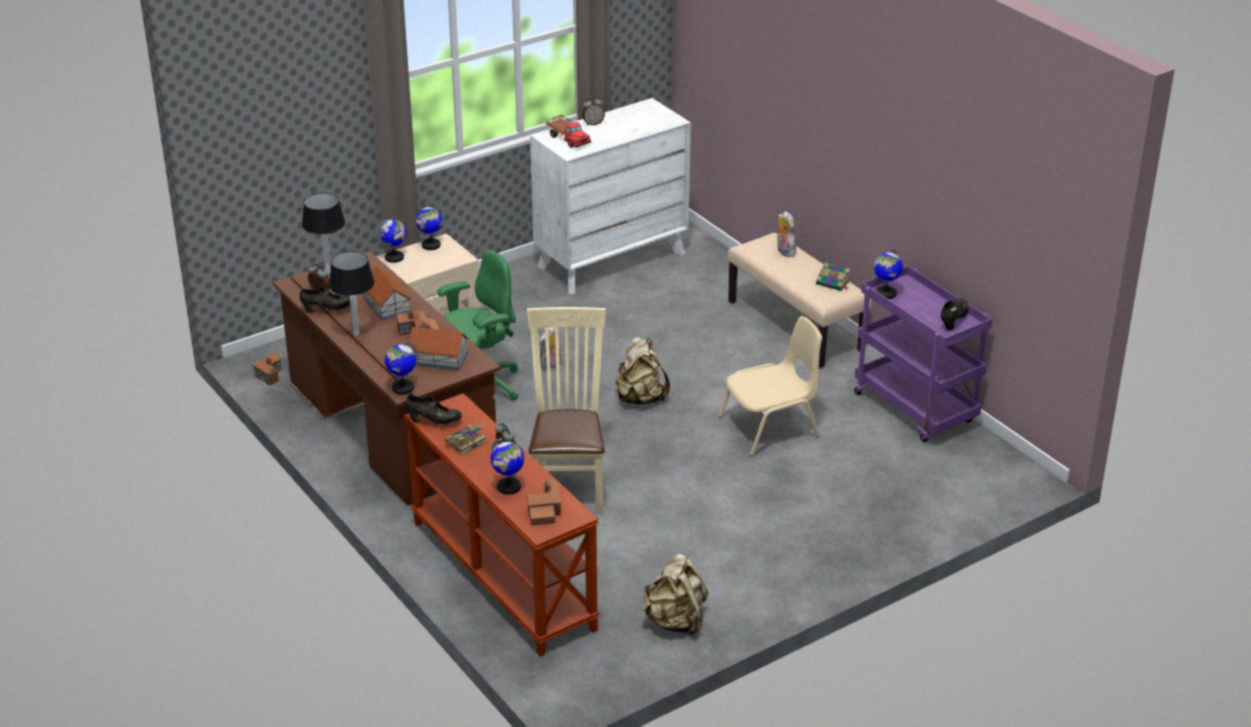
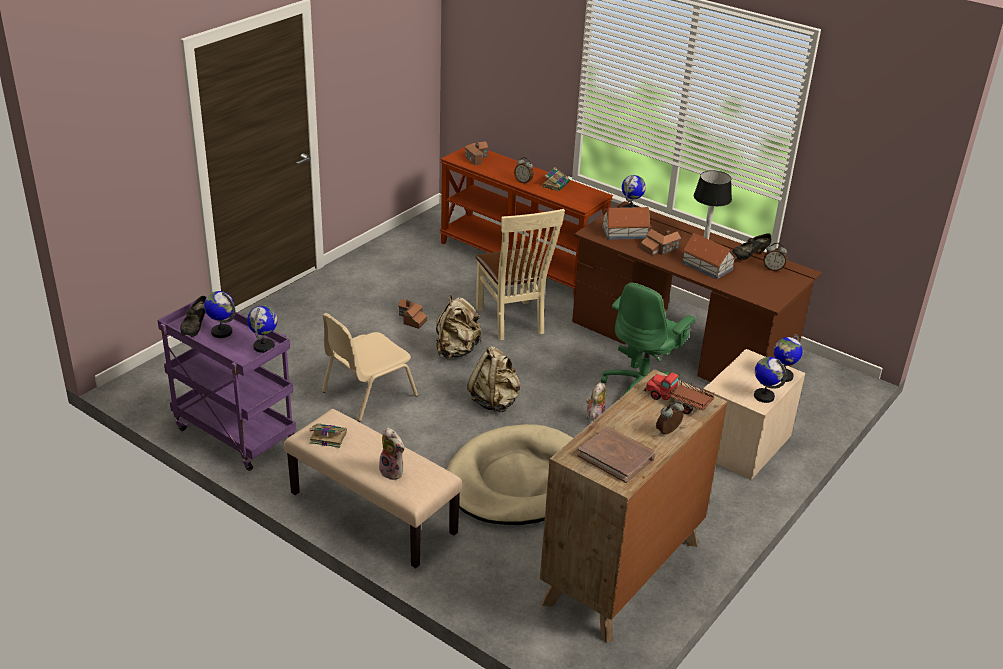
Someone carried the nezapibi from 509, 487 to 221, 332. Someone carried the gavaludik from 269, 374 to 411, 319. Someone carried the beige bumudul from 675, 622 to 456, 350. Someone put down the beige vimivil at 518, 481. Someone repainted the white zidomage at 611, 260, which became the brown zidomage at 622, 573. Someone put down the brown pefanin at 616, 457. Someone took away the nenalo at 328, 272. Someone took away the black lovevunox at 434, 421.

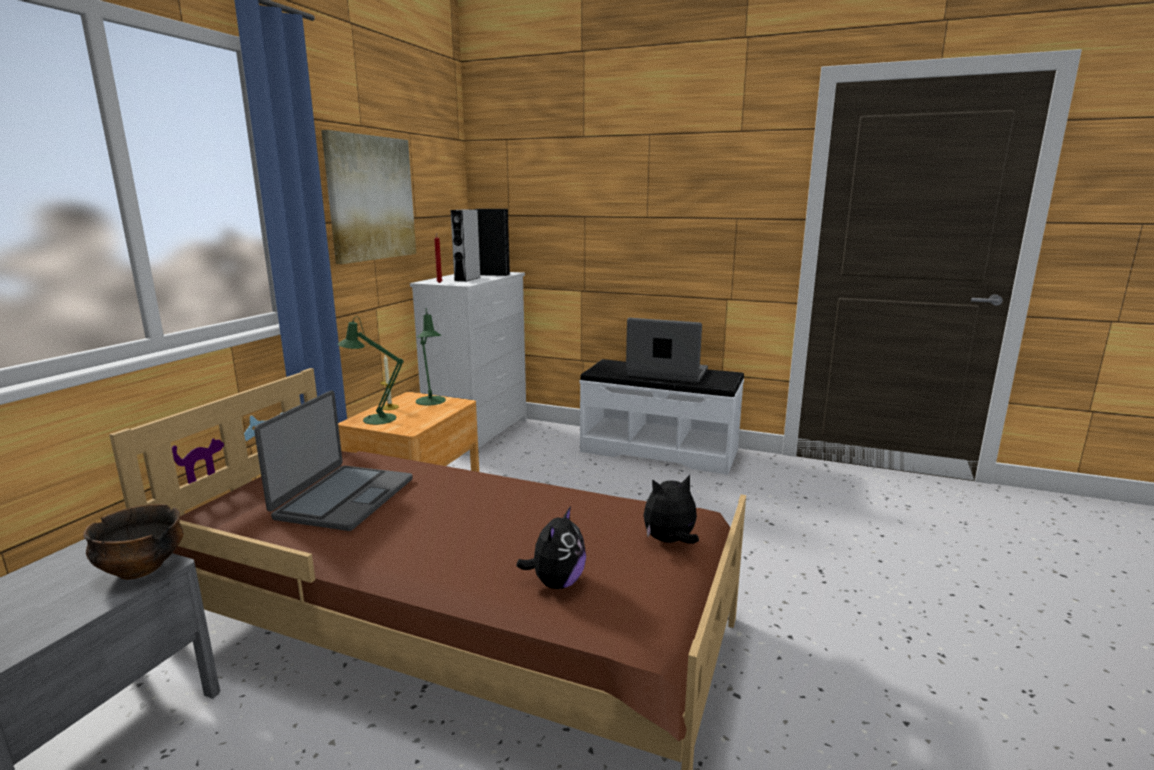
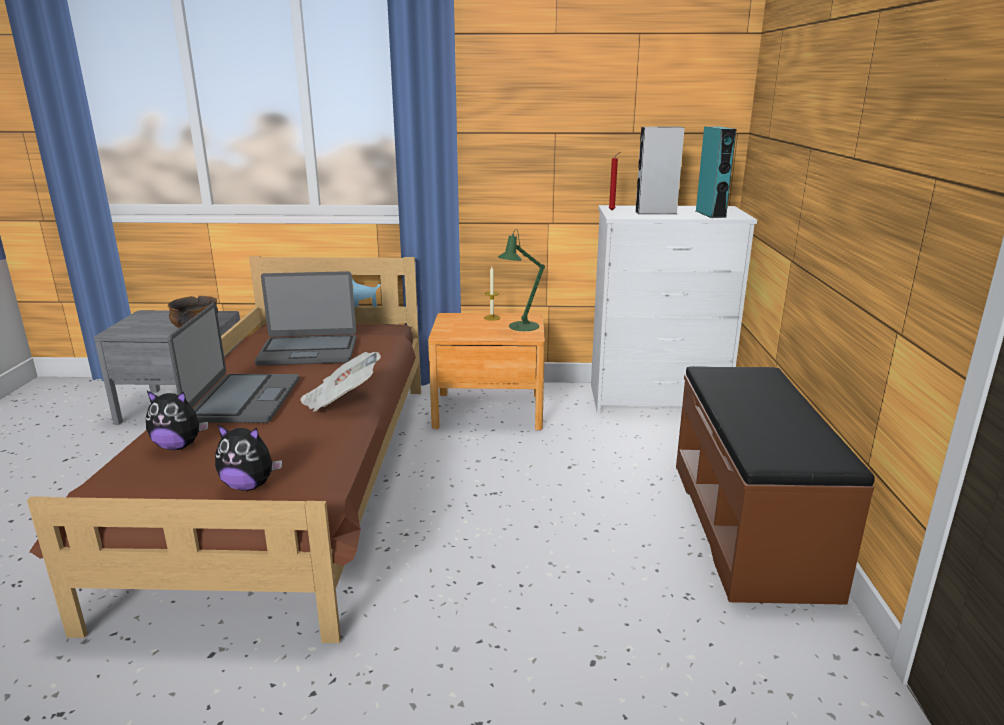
Someone carried the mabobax from 667, 373 to 243, 400. Someone rotated the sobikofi at 670, 541 by 135 degrees clockwise. Someone put down the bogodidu at 341, 401. Someone repainted the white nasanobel at 659, 450, which became the brown nasanobel at 750, 525. Someone repainted the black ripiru at 493, 274, which became the turquoise ripiru at 710, 214. Someone took away the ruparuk at 370, 198. Someone took away the green nenalo at 374, 419.

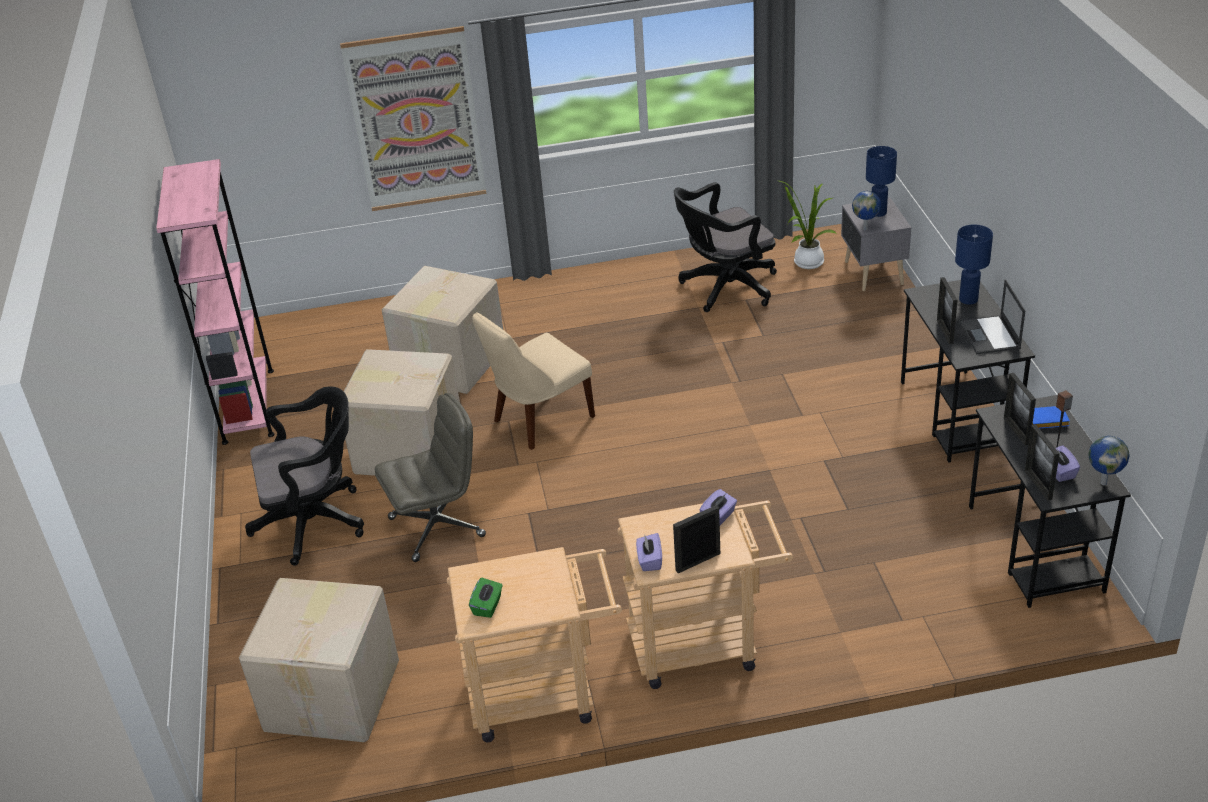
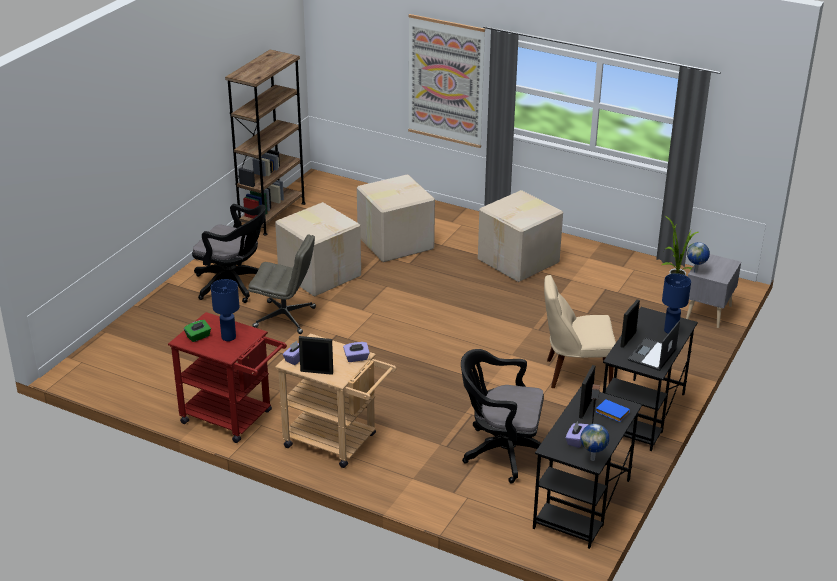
Someone repainted the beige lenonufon at 543, 694, which became the red lenonufon at 233, 419. Someone carried the blue nenalo from 878, 213 to 228, 337. Someone repainted the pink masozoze at 248, 406, which became the brown masozoze at 272, 215. Someone carried the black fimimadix from 724, 288 to 501, 452. Someone carried the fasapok from 334, 694 to 519, 261. Someone carried the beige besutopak from 539, 420 to 575, 373. Someone took away the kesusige at 1038, 485.

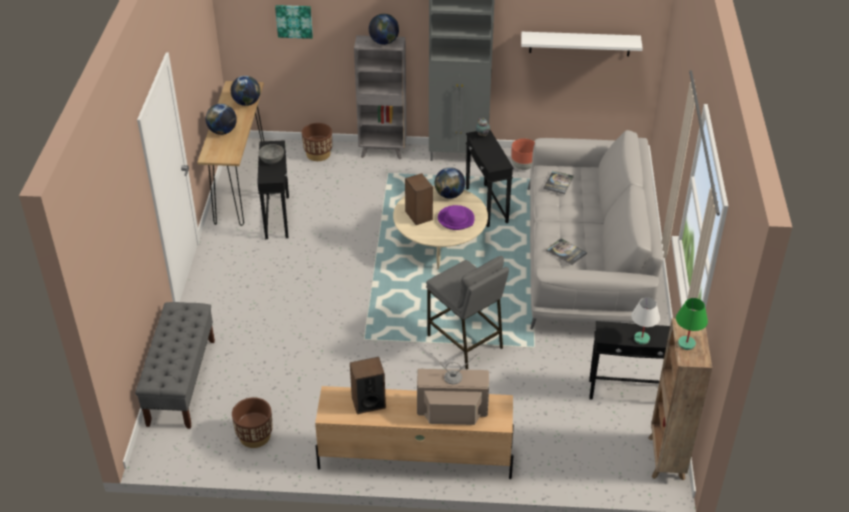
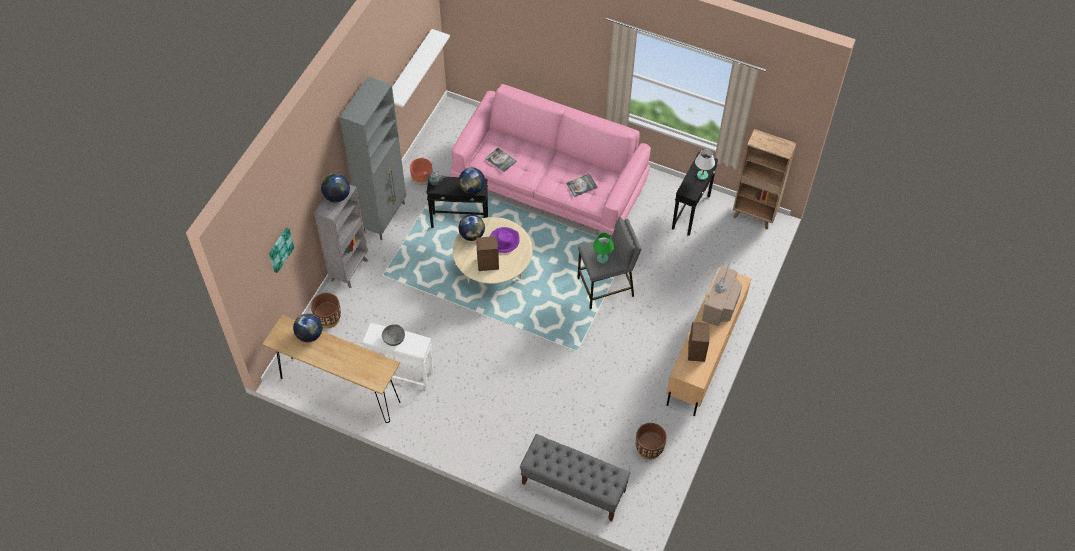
Someone repainted the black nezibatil at 277, 217, which became the white nezibatil at 402, 372. Someone repainted the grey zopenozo at 585, 258, which became the pink zopenozo at 550, 183. Someone carried the nezapibi from 222, 131 to 472, 188. Someone carried the green nenalo from 686, 343 to 602, 259.

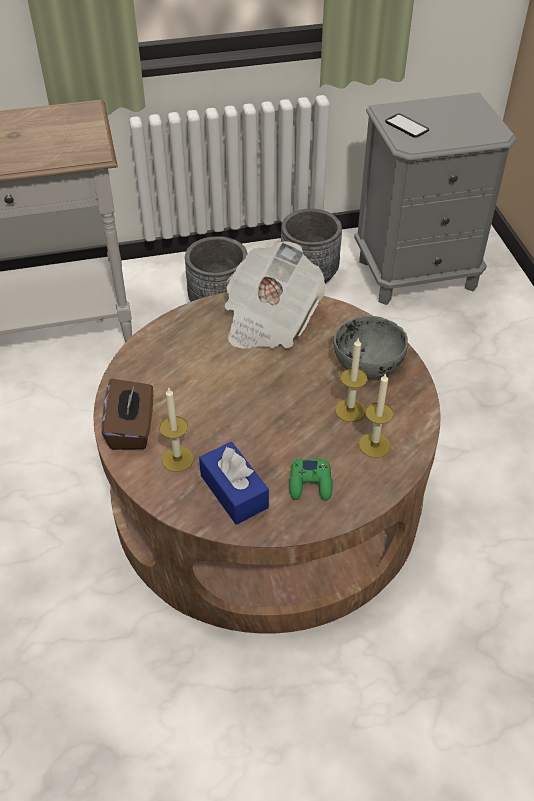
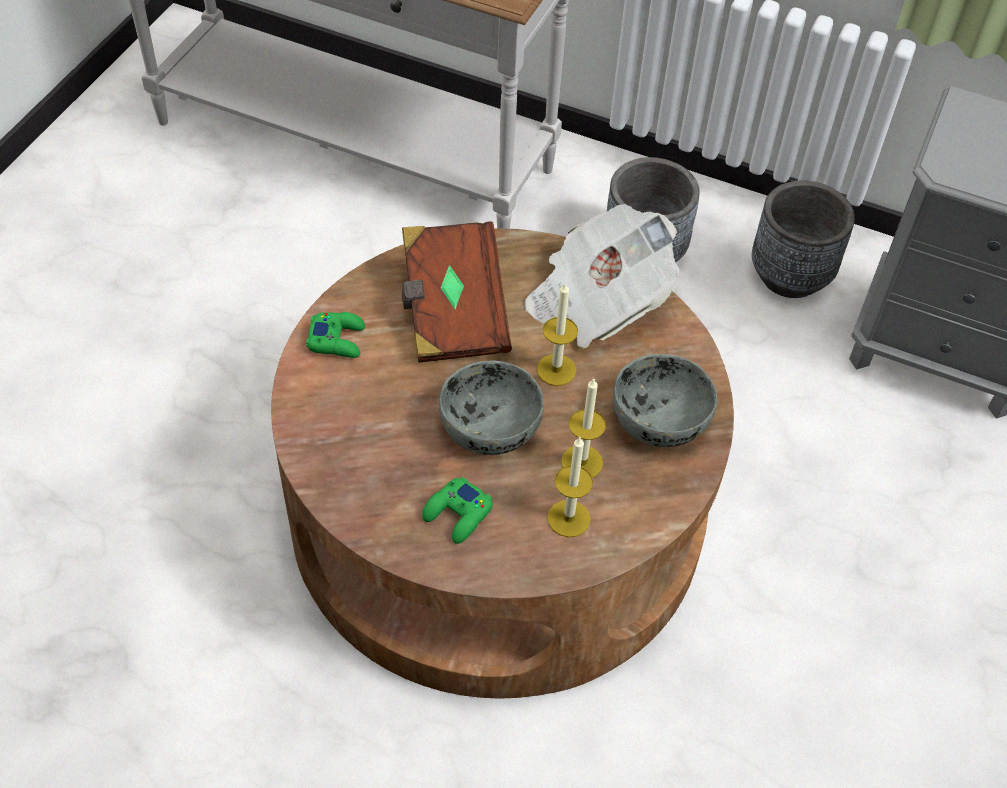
Someone swapped the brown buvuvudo at 132, 429 for the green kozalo at 337, 339. Someone put down the brown pefanin at 452, 311. Someone put down the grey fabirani at 491, 426. Someone carried the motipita from 177, 459 to 556, 370. Someone took away the blue buvuvudo at 234, 491. Someone took away the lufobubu at 406, 126.

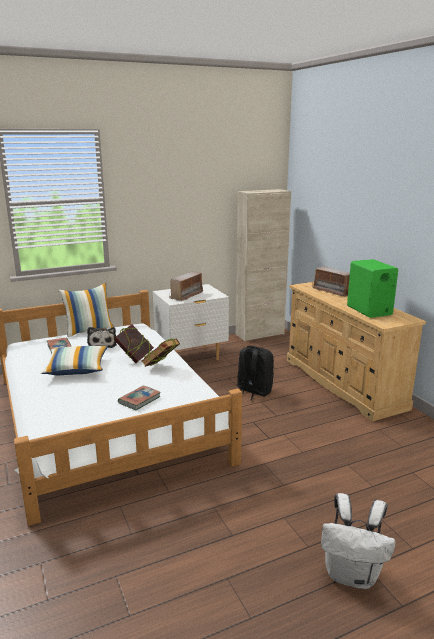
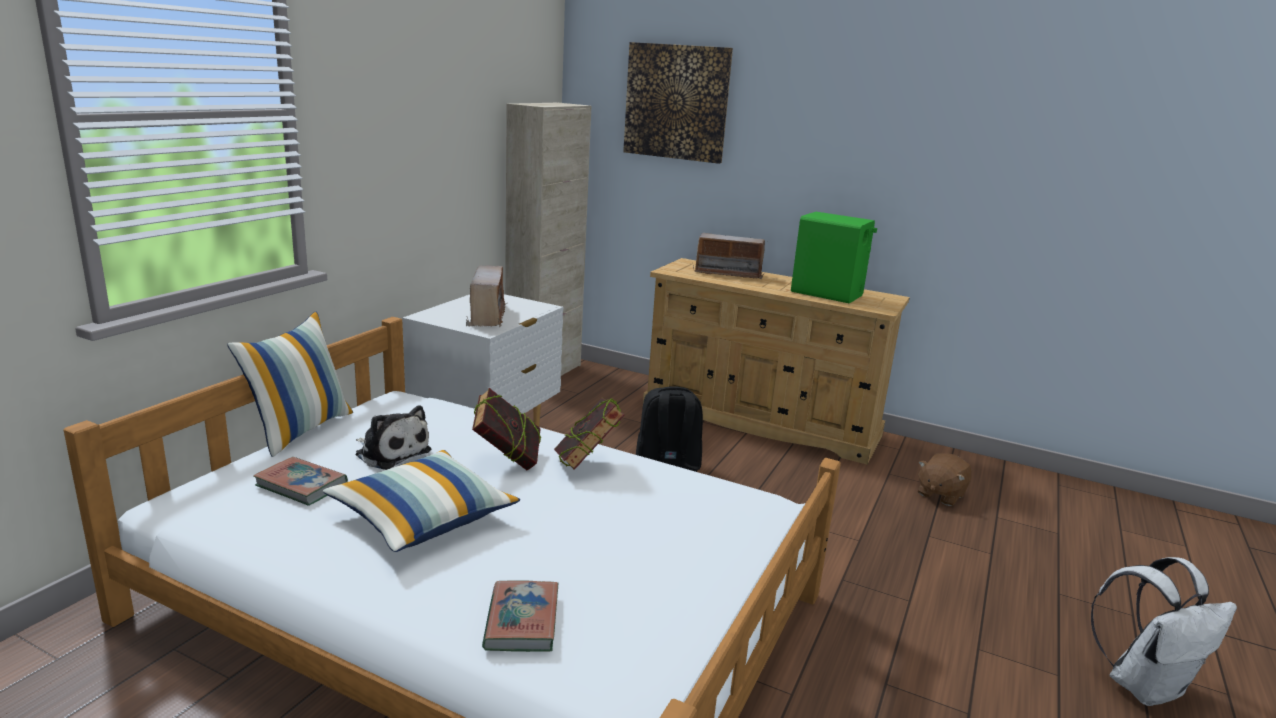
Someone carried the pefanin from 139, 400 to 522, 621. Someone put up the ruparuk at 676, 102. Someone put down the brown sobikofi at 940, 494.

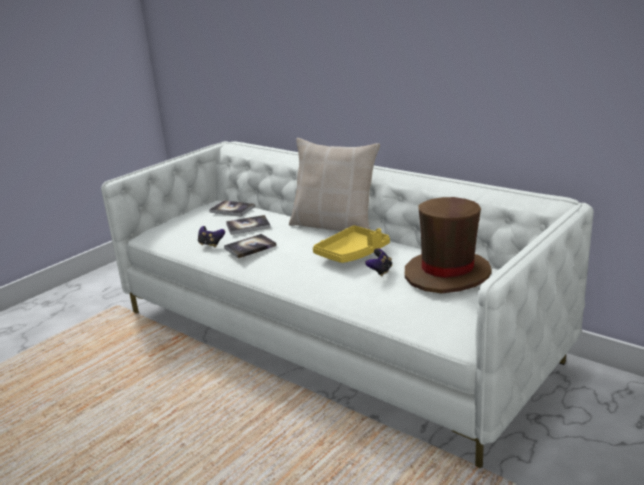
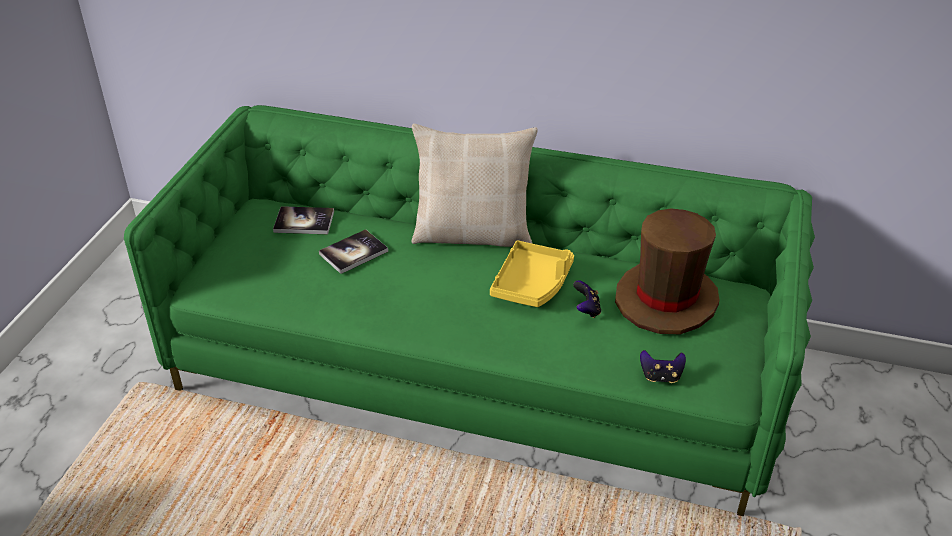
Someone repainted the white zopenozo at 329, 335, which became the green zopenozo at 476, 371. Someone carried the kozalo from 211, 244 to 660, 377. Someone took away the pefanin at 250, 247.

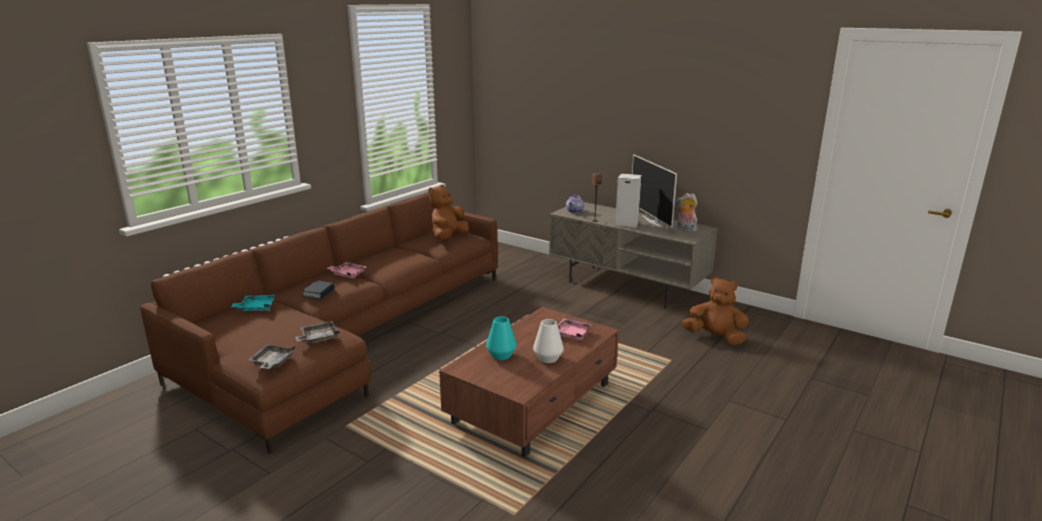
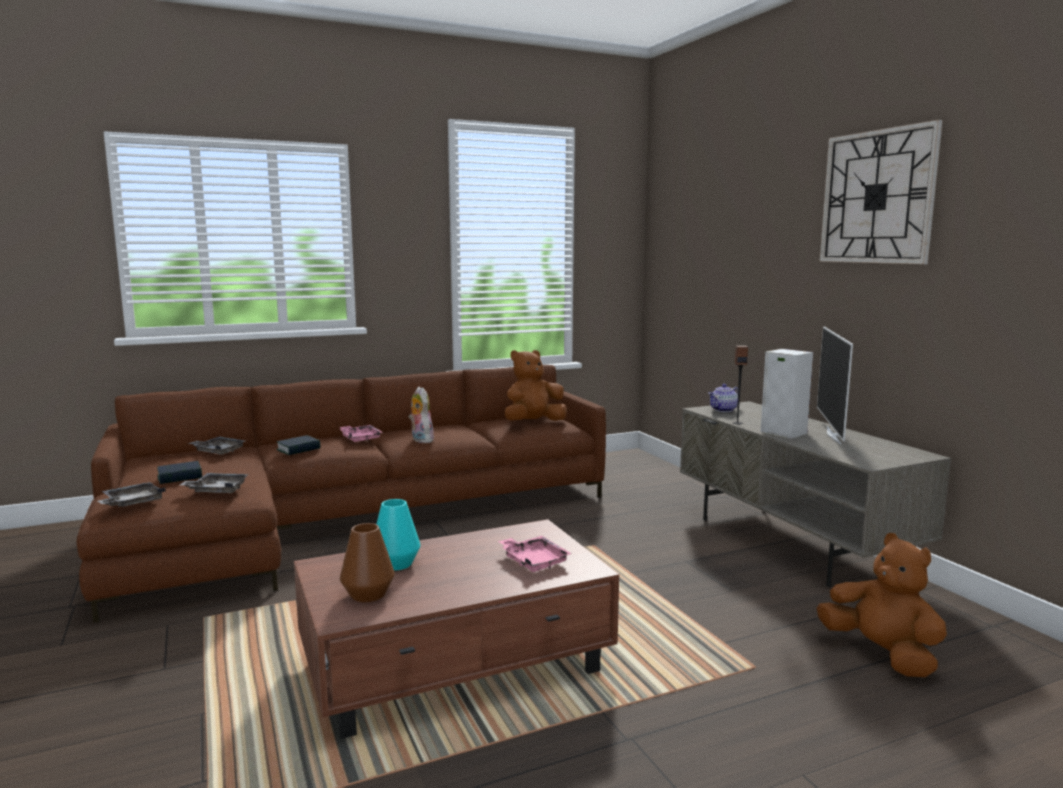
Someone put down the pefanin at 180, 477. Someone repainted the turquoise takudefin at 256, 308, which became the grey takudefin at 218, 451. Someone put down the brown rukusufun at 368, 594. Someone carried the sobikofi from 685, 229 to 420, 440. Someone put up the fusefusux at 877, 197. Someone took away the white rukusufun at 548, 358.

